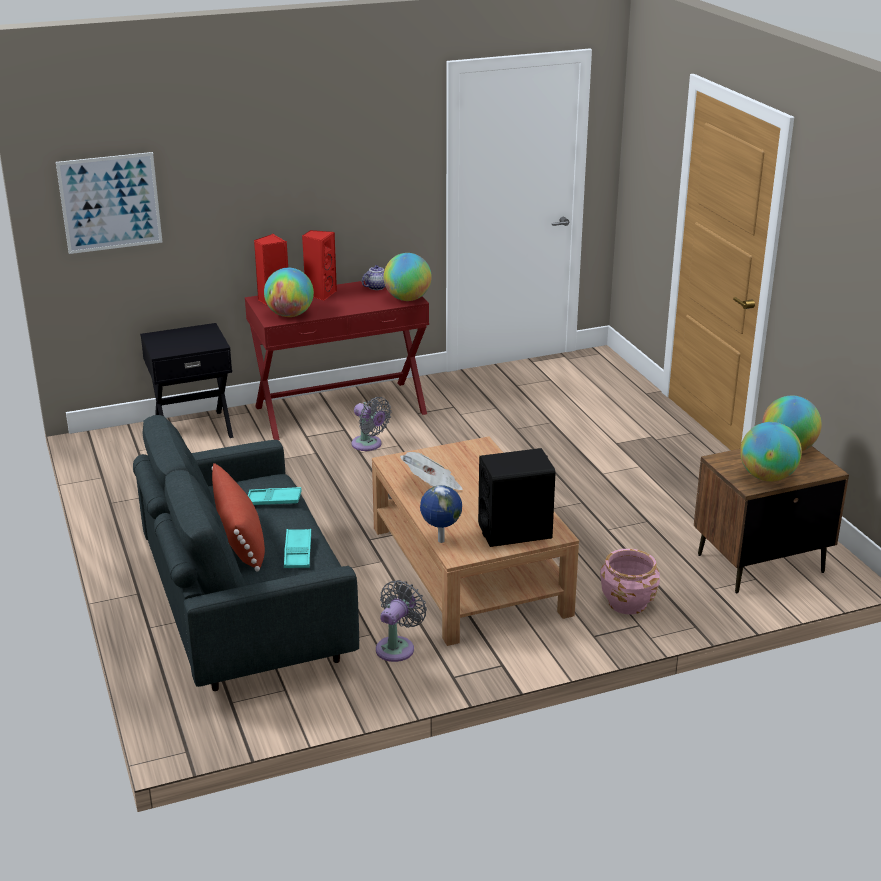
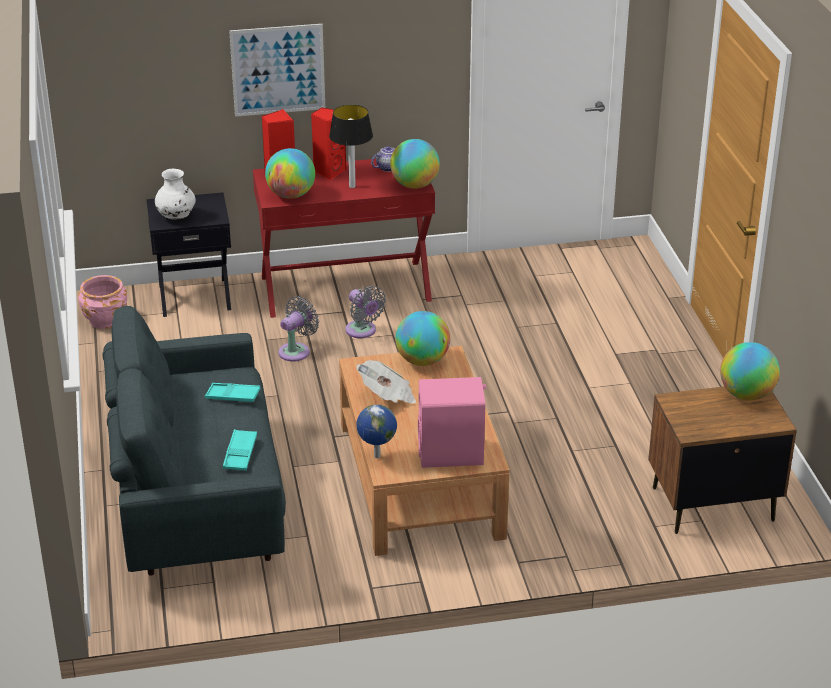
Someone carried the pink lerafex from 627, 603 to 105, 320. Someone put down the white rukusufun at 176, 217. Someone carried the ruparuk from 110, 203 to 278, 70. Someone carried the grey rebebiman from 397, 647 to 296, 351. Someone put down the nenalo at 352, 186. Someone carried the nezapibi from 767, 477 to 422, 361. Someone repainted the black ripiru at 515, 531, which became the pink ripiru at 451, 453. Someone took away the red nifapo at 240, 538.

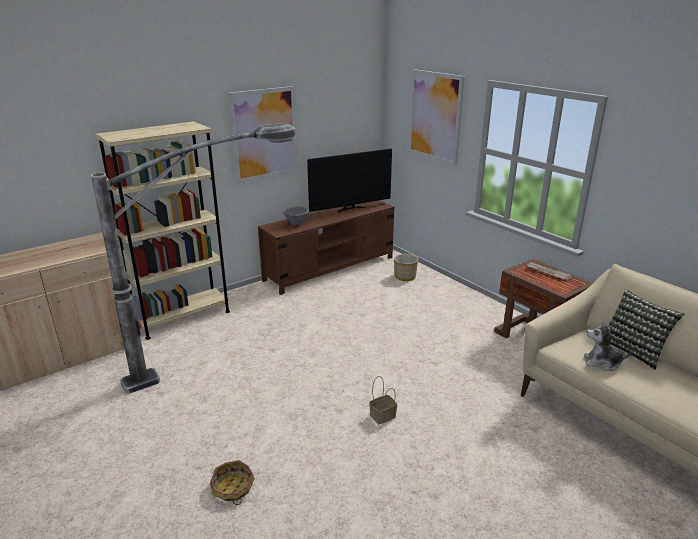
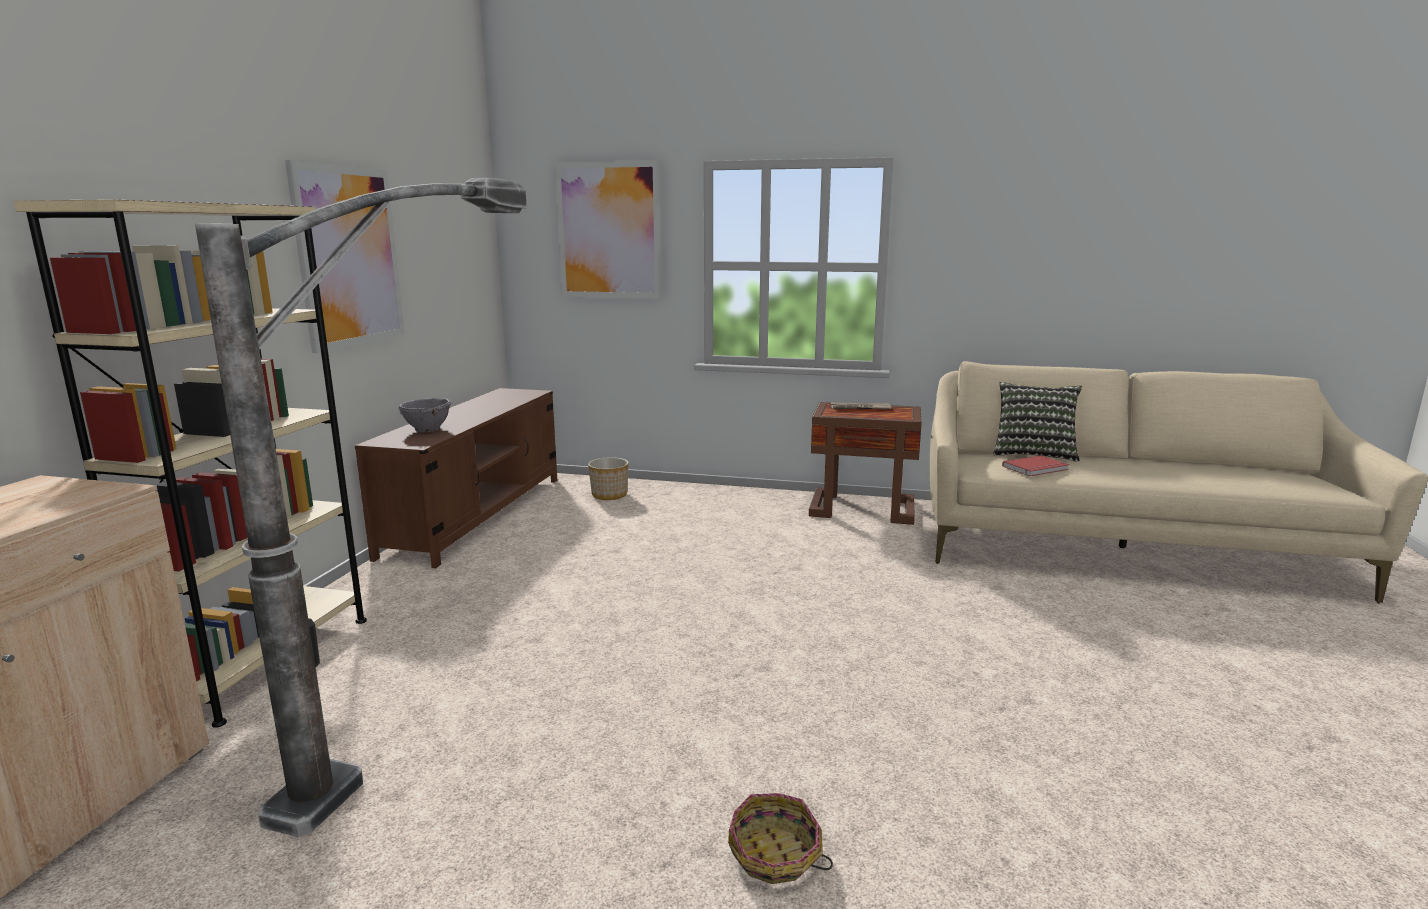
Someone swapped the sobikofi at 602, 363 for the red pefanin at 1036, 468. Someone took away the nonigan at 350, 209. Someone took away the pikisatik at 382, 416.

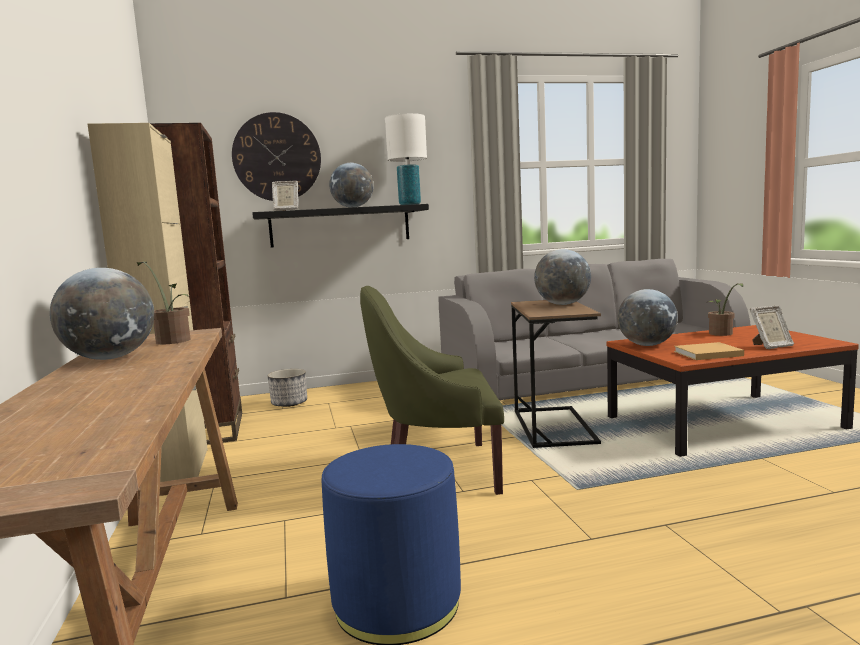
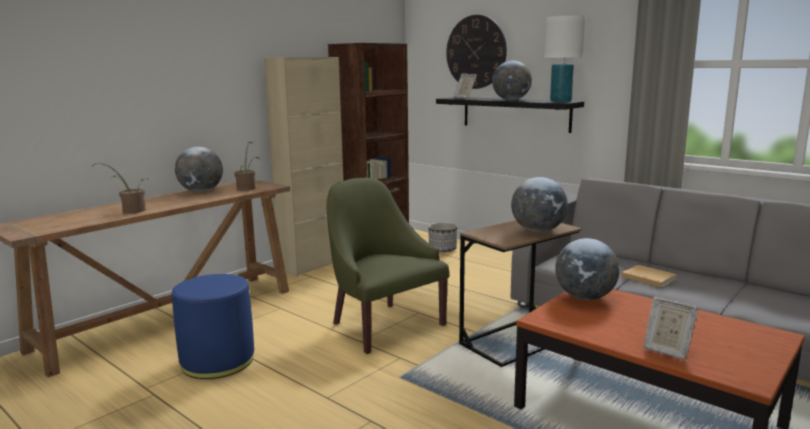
Someone carried the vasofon from 721, 334 to 130, 211. Someone carried the beige pefanin from 706, 354 to 647, 277.

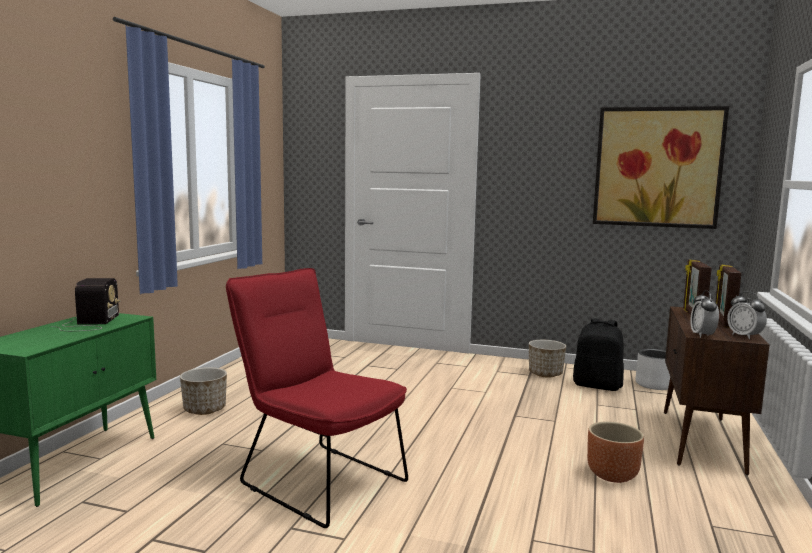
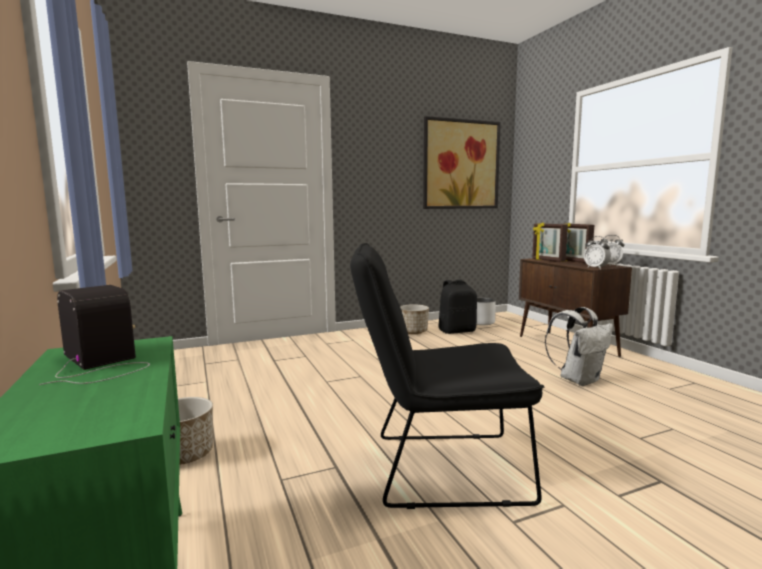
Someone repainted the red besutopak at 316, 479, which became the black besutopak at 437, 468. Someone swapped the brown lerafex at 612, 475 for the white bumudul at 579, 380.

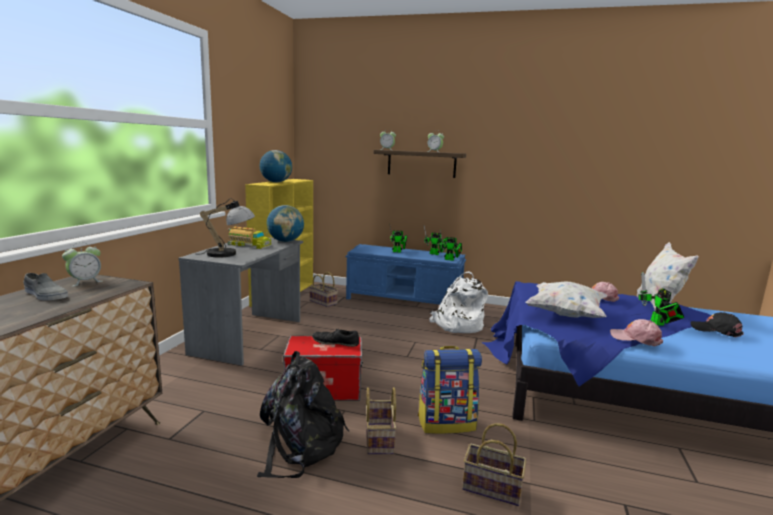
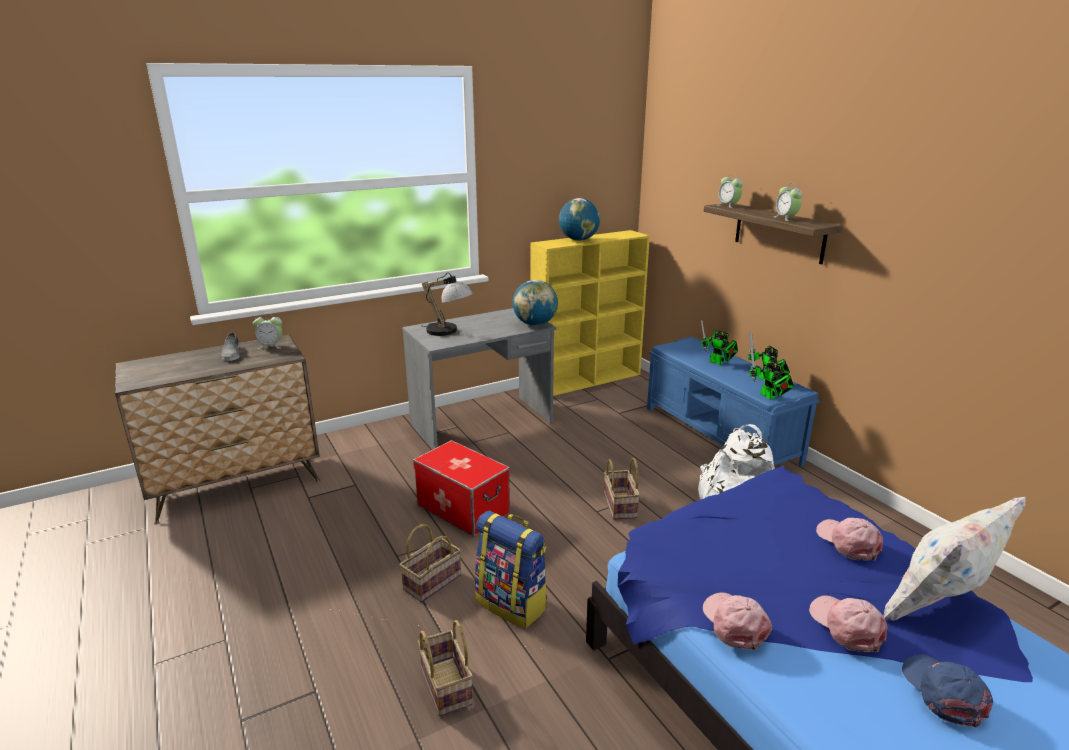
Someone carried the pikisatik from 324, 302 to 621, 506. Someone swapped the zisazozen at 658, 323 for the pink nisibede at 846, 626. Someone repainted the black nisibede at 716, 330, which became the blue nisibede at 943, 692. Someone took away the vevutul at 248, 245. Someone took away the black bumudul at 300, 445. Someone took away the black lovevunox at 335, 342. Someone took away the white nifapo at 565, 314.

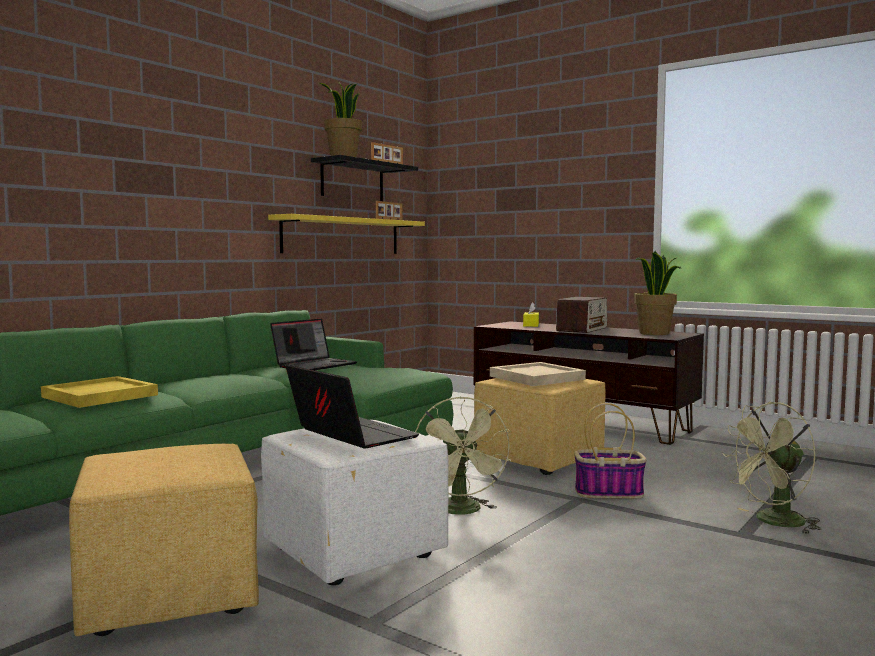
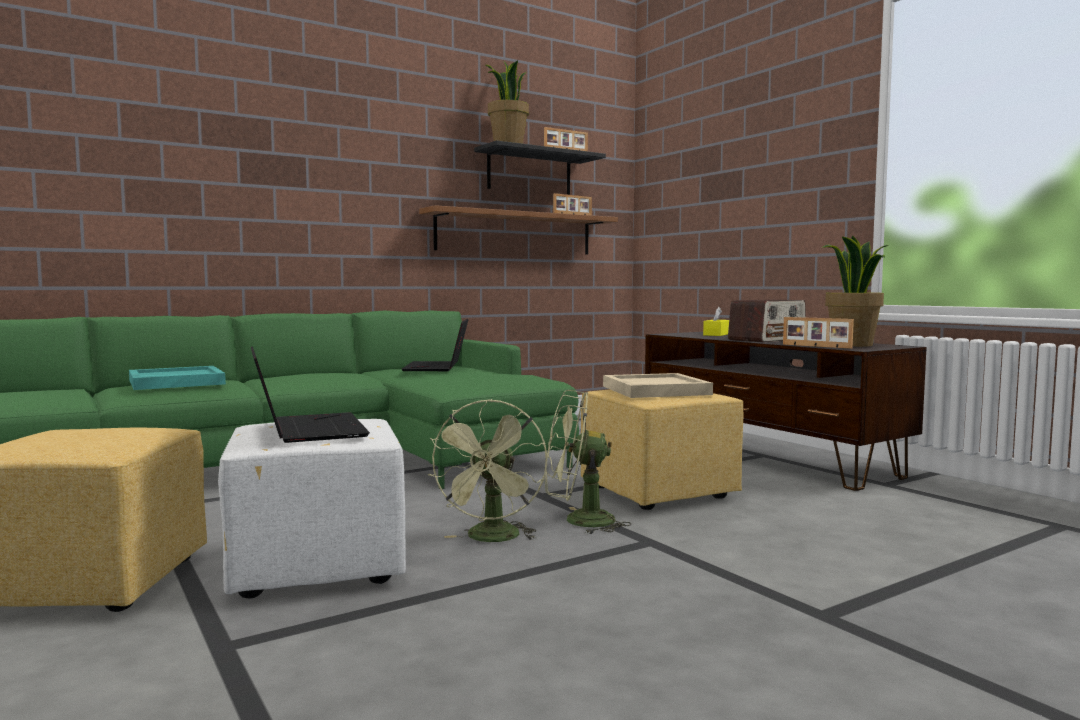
Someone repainted the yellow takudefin at 99, 396, which became the turquoise takudefin at 175, 382. Someone rotated the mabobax at 315, 365 by 120 degrees clockwise. Someone repainted the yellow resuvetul at 342, 236, which became the brown resuvetul at 515, 233. Someone carried the green rebebiman from 773, 522 to 578, 521. Someone put down the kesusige at 816, 346. Someone took away the pikisatik at 609, 492.

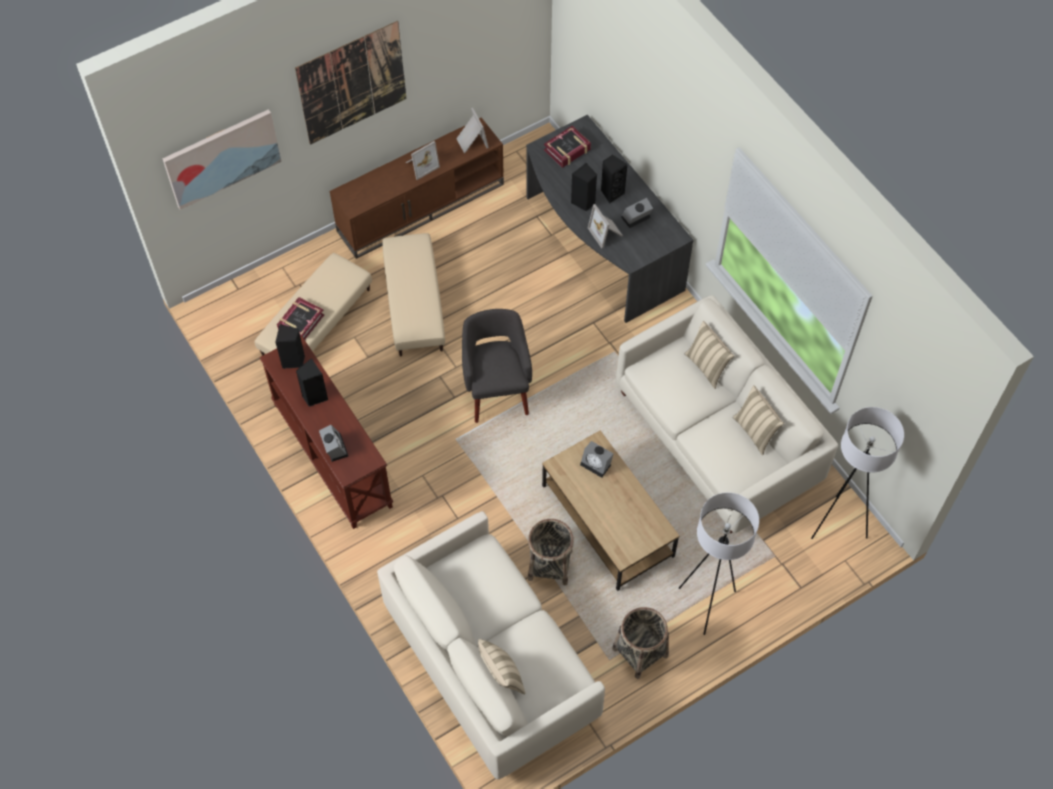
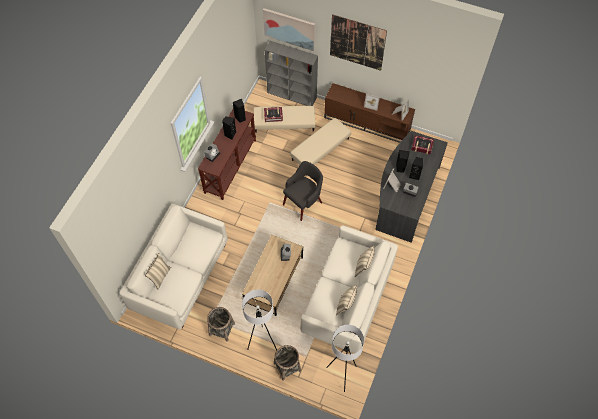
Someone put down the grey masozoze at 292, 95. Someone carried the pikisatik from 550, 564 to 287, 366.

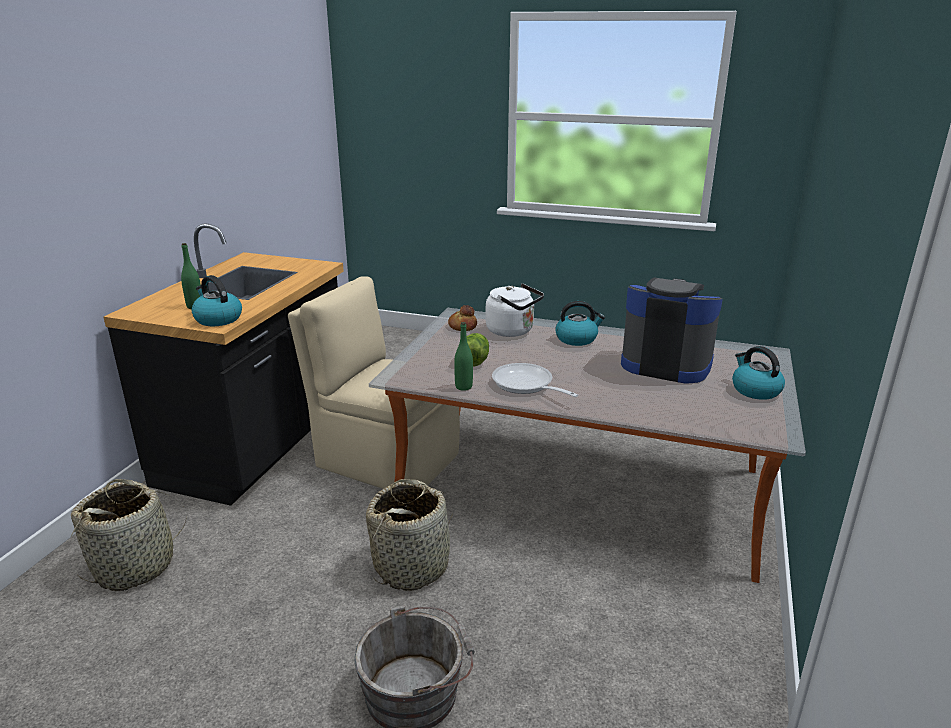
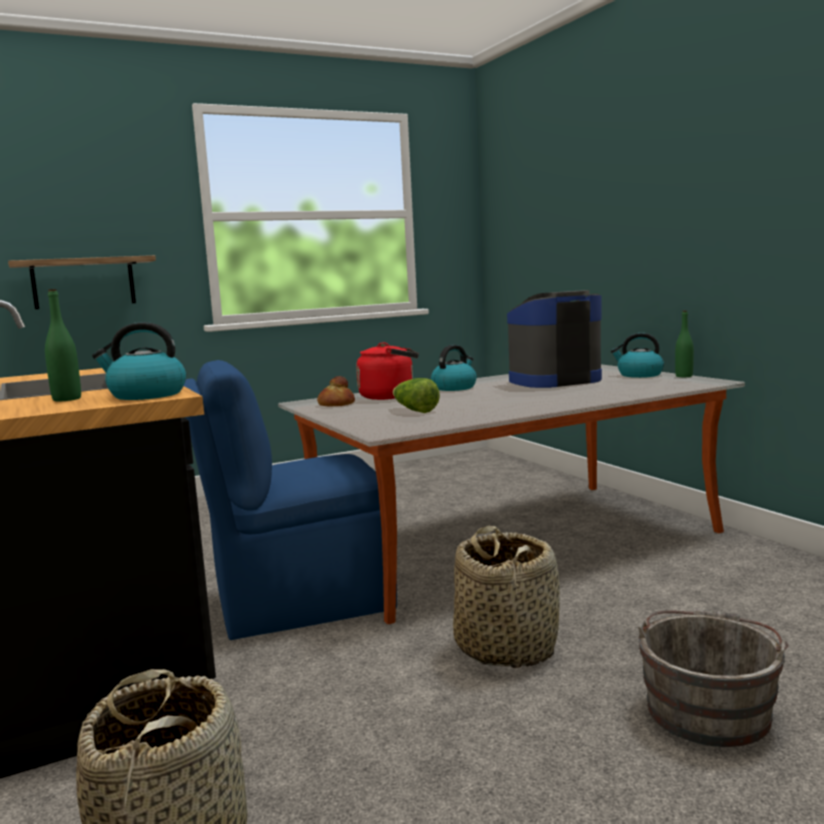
Someone put up the resuvetul at 83, 283. Someone repainted the beige besutopak at 385, 459, which became the blue besutopak at 298, 601. Someone repainted the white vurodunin at 513, 331, which became the red vurodunin at 390, 396. Someone carried the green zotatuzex from 463, 387 to 684, 376. Someone took away the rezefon at 526, 385.

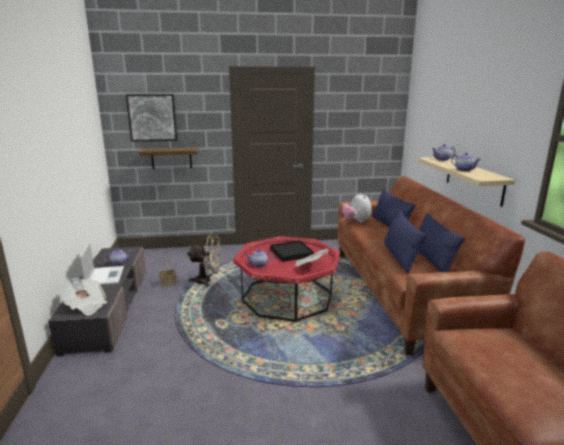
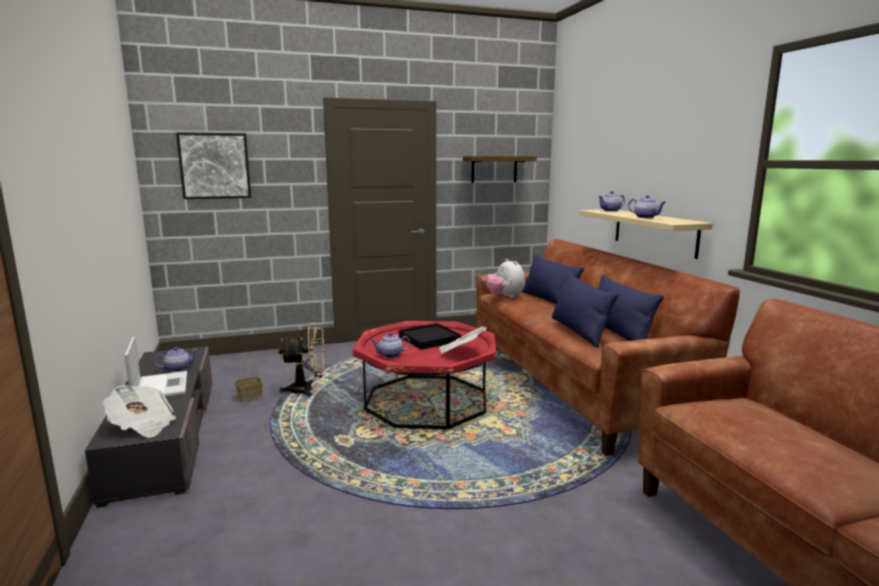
Someone carried the resuvetul from 171, 158 to 494, 169.

